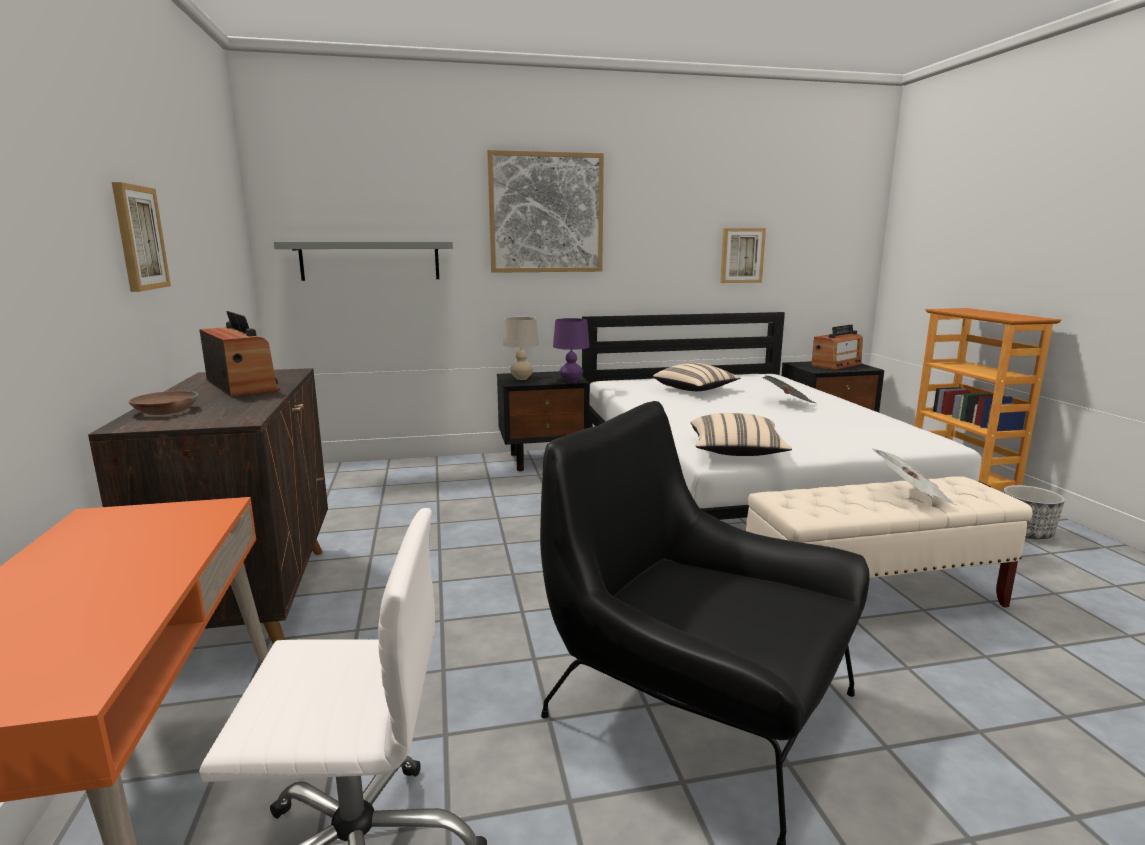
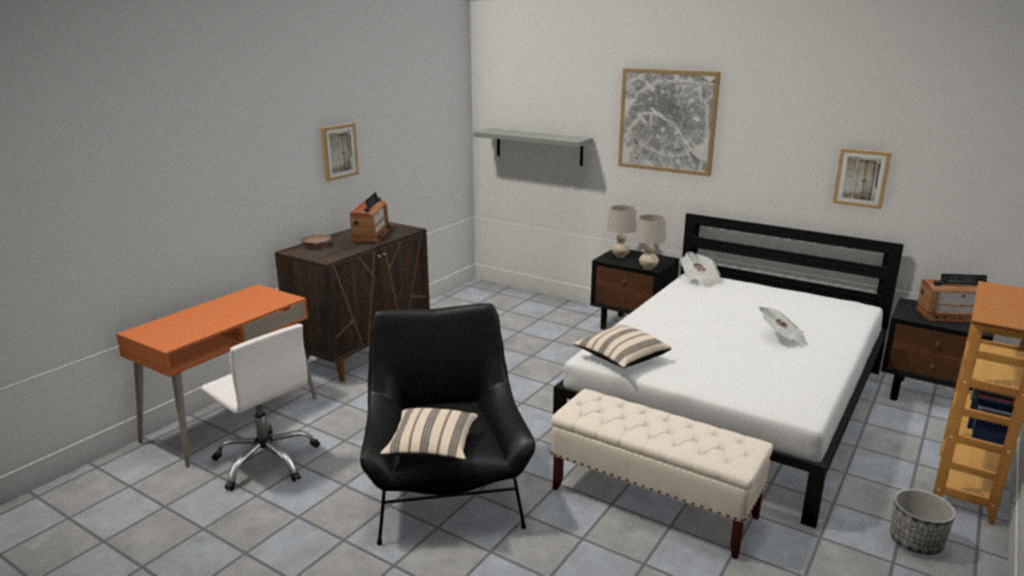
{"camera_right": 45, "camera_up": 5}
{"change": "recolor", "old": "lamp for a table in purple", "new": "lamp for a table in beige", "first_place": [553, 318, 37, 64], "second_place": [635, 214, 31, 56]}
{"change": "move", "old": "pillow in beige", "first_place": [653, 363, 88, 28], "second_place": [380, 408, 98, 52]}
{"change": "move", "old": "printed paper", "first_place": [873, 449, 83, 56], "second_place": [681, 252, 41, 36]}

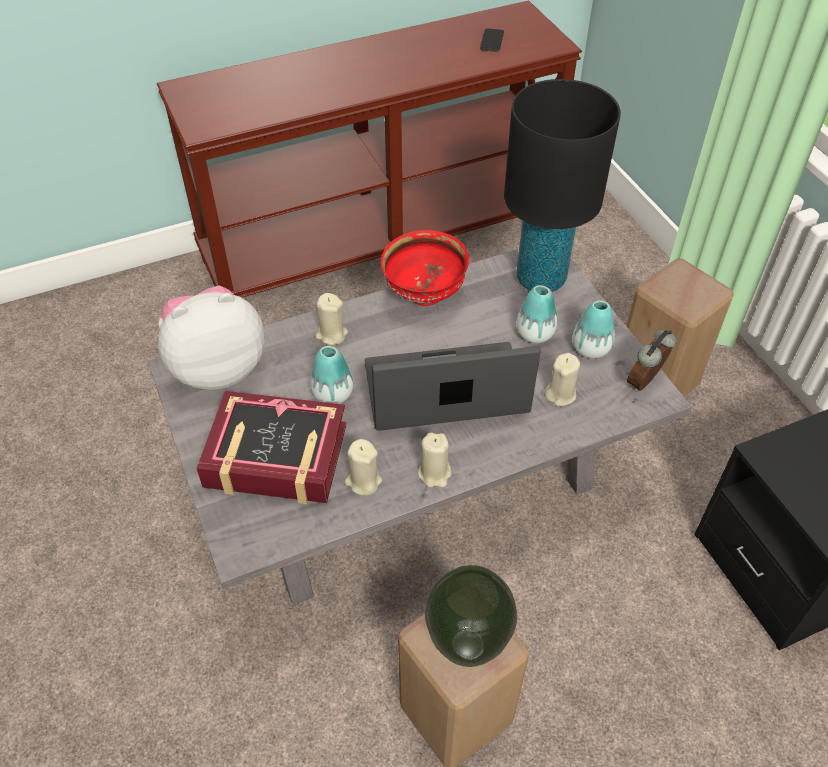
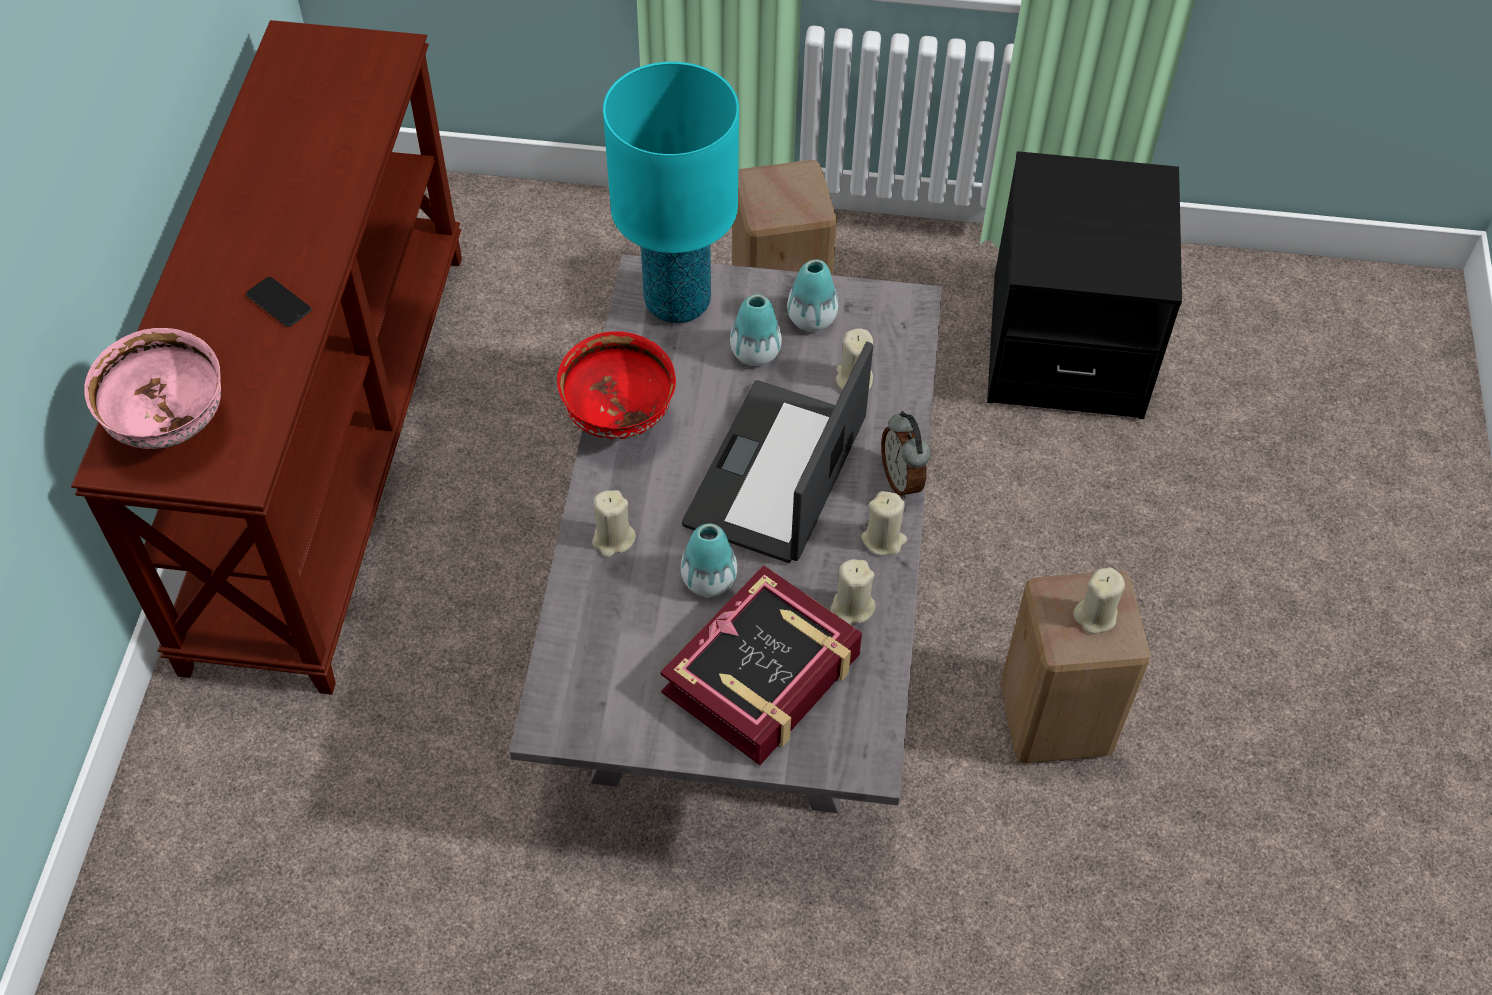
{"camera_right": -60, "camera_up": 5}
{"change": "move", "old": "telephone", "first_place": [480, 28, 24, 24], "second_place": [246, 277, 65, 50]}
{"change": "recolor", "old": "lamp for a table in black-coloured", "new": "lamp for a table in turquoise-coloured", "first_place": [504, 79, 117, 213], "second_place": [603, 62, 136, 261]}
{"change": "delete", "old": "cuddly toy", "first_place": [158, 286, 107, 104]}
{"change": "move", "old": "alarm clock", "first_place": [627, 330, 50, 61], "second_place": [881, 411, 50, 88]}
{"change": "replace", "old": "flower vase", "new": "wax light in beige", "first_place": [425, 565, 92, 102], "second_place": [1073, 567, 52, 66]}
{"change": "insert", "new": "deep dish in pink-coloured", "second_place": [85, 328, 136, 121]}

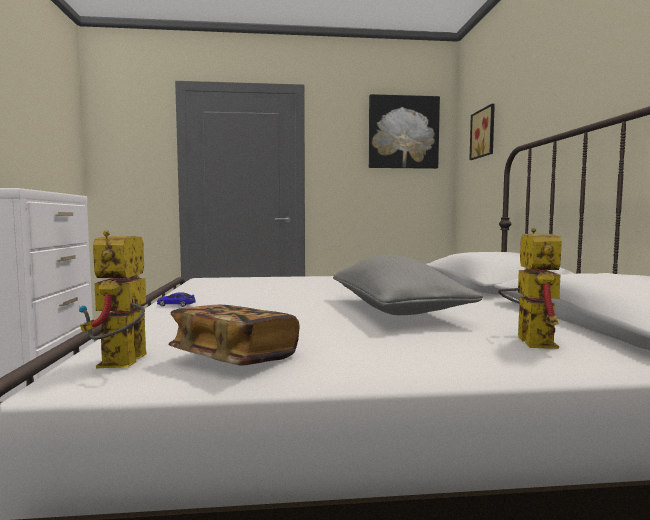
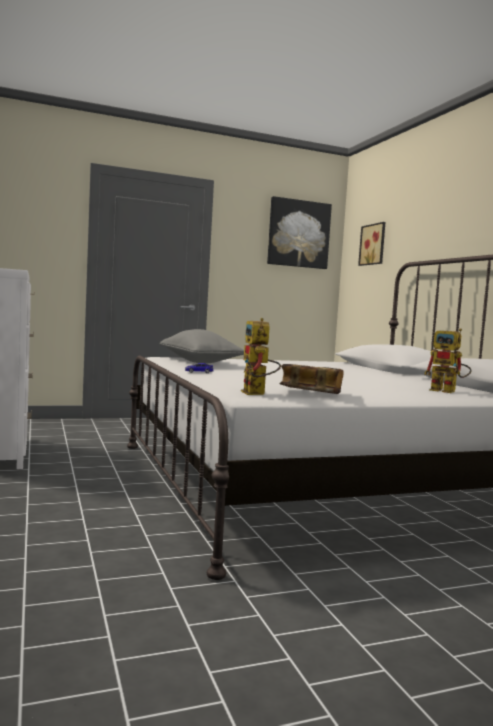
{"camera_right": -15, "camera_up": 0}
{"change": "rotate", "old": "model robot", "first_place": [498, 228, 64, 121], "second_place": [424, 328, 47, 65], "degrees": 135}
{"change": "move", "old": "pillow in greyish", "first_place": [333, 255, 150, 60], "second_place": [159, 329, 85, 35]}

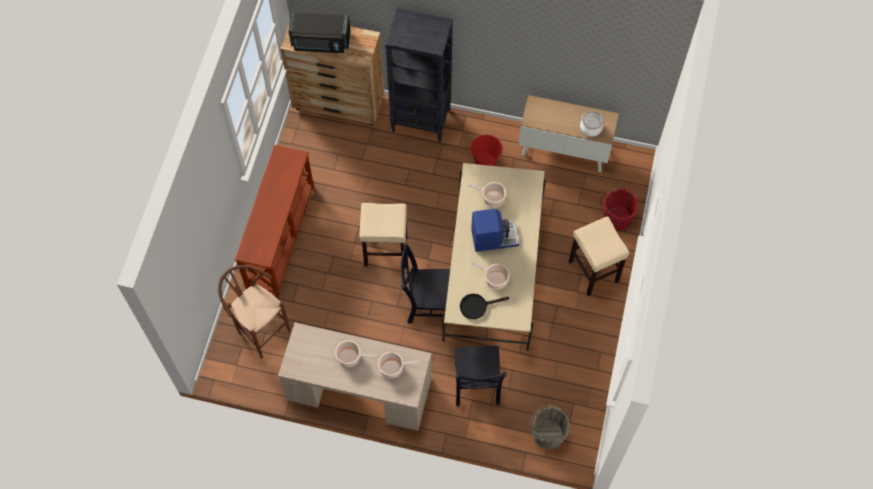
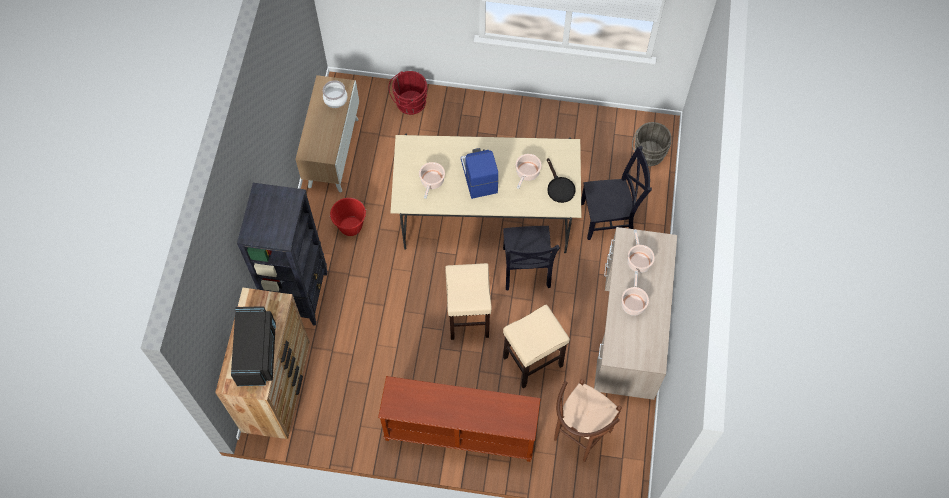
{"camera_right": -95, "camera_up": 0}
{"change": "move", "old": "stool in beige", "first_place": [569, 216, 61, 80], "second_place": [503, 305, 67, 83]}

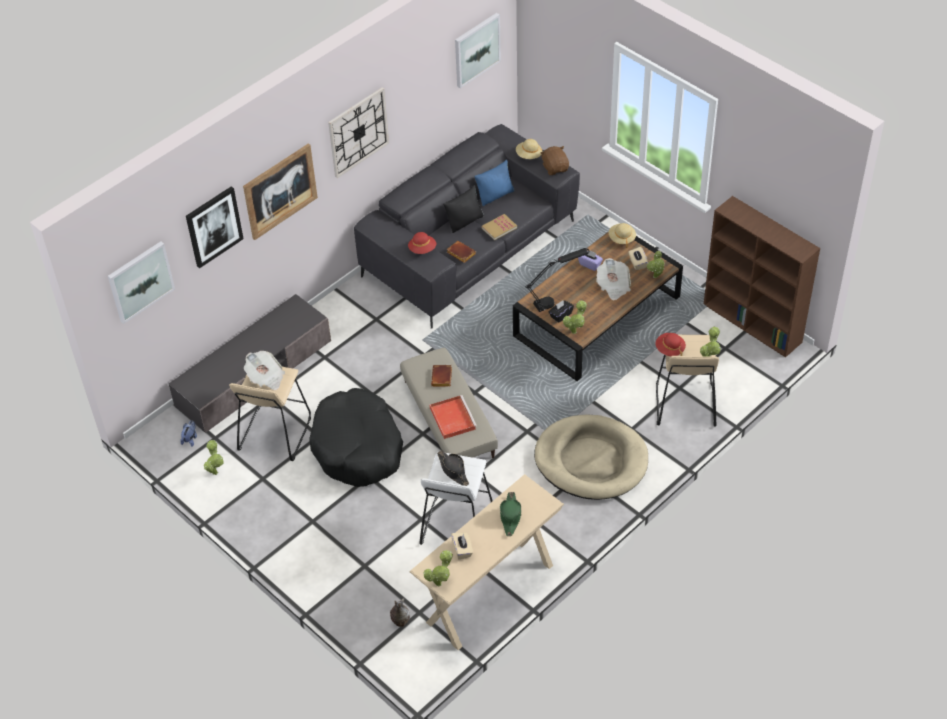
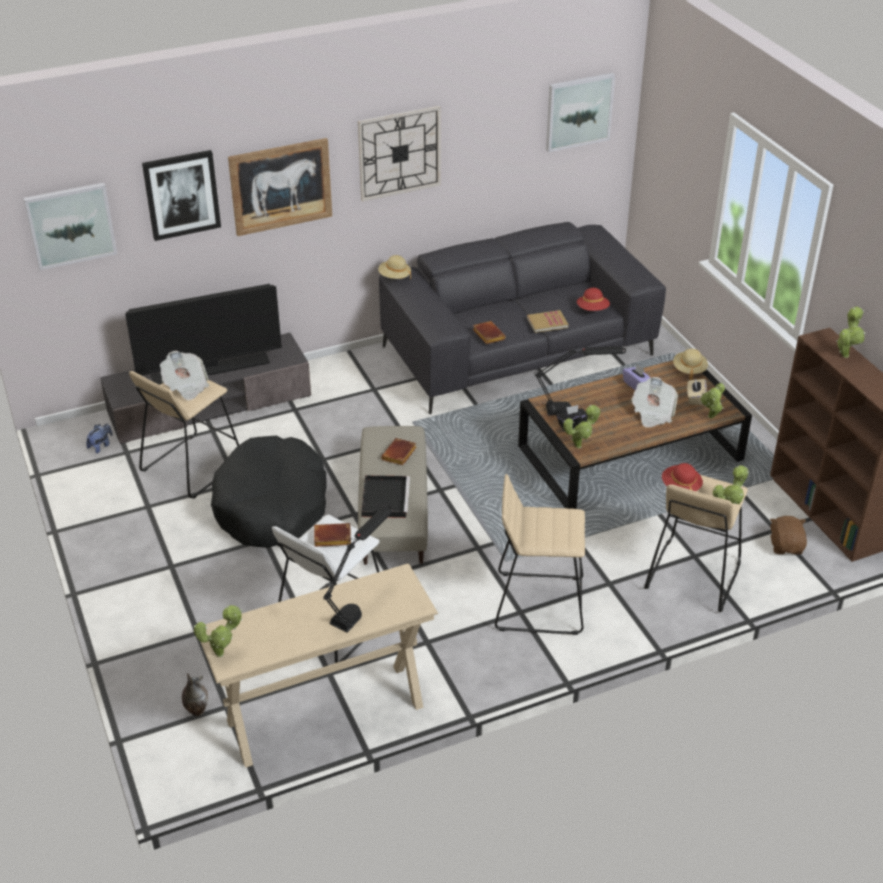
{"camera_right": 20, "camera_up": -10}
{"change": "move", "old": "hat in beige", "first_place": [516, 139, 26, 20], "second_place": [378, 255, 33, 24]}
{"change": "move", "old": "cuddly toy in brownish", "first_place": [541, 146, 28, 29], "second_place": [770, 516, 37, 39]}
{"change": "delete", "old": "pillow in blue-coloured", "first_place": [474, 160, 41, 46]}
{"change": "delete", "old": "pillow in black-coloured", "first_place": [443, 185, 41, 48]}
{"change": "move", "old": "hat in reddish", "first_place": [408, 232, 28, 22], "second_place": [577, 288, 33, 23]}
{"change": "recolor", "old": "serving tray in reddish", "new": "serving tray in black-coloured", "first_place": [430, 395, 47, 44], "second_place": [361, 475, 49, 43]}
{"change": "replace", "old": "dog bed in beige", "new": "stool in beige", "first_place": [534, 414, 114, 86], "second_place": [495, 474, 90, 161]}
{"change": "move", "old": "plant in a pot", "first_place": [204, 440, 20, 35], "second_place": [836, 307, 29, 51]}
{"change": "replace", "old": "hat in black-coloured", "new": "volume in brownish", "first_place": [437, 450, 32, 36], "second_place": [314, 523, 37, 24]}
{"change": "replace", "old": "hat in green", "new": "lamp for a table in black-coloured", "first_place": [500, 492, 22, 44], "second_place": [323, 506, 70, 126]}
{"change": "delete", "old": "box of tissues in beige", "first_place": [451, 532, 22, 28]}
{"change": "insert", "new": "TV set", "second_place": [125, 284, 157, 101]}

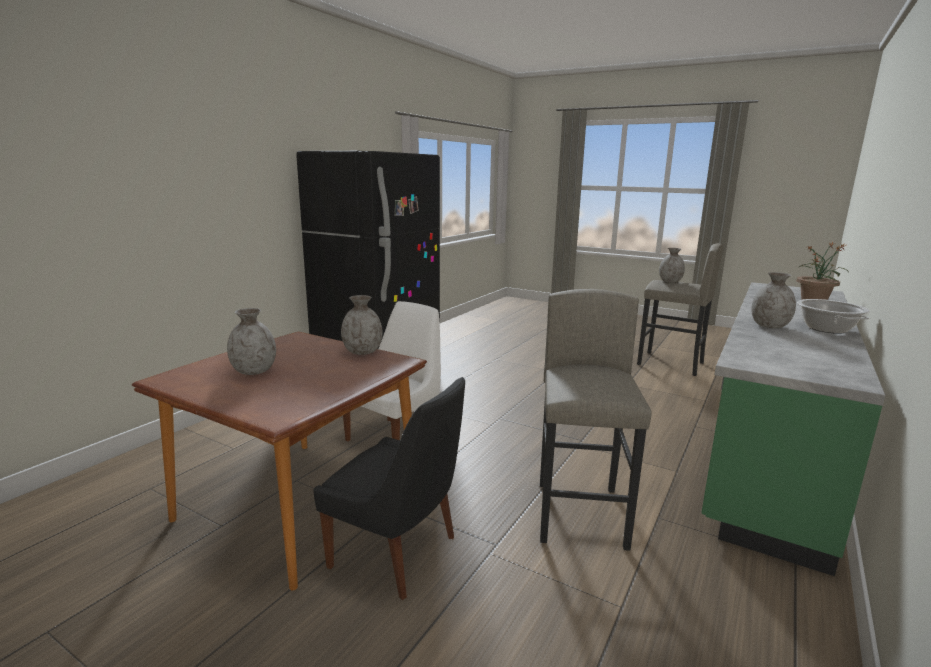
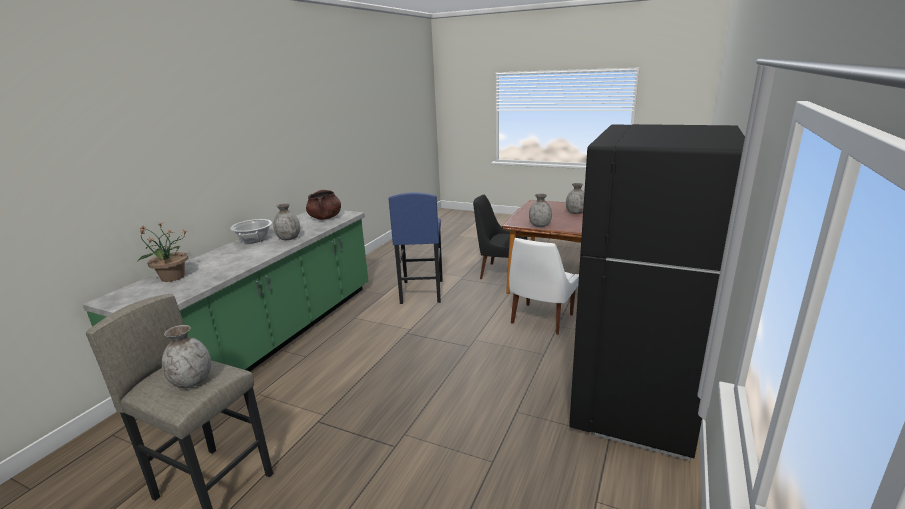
{"camera_right": 175, "camera_up": 5}
{"change": "recolor", "old": "stool in greyish", "new": "stool in blue-coloured", "first_place": [540, 289, 112, 262], "second_place": [388, 192, 55, 112]}
{"change": "insert", "new": "stockpot in brownish", "second_place": [306, 190, 35, 30]}

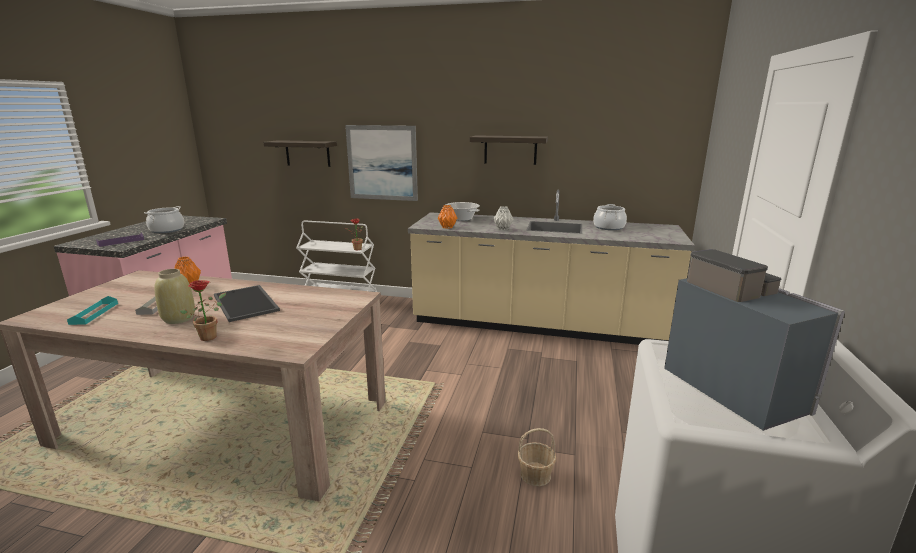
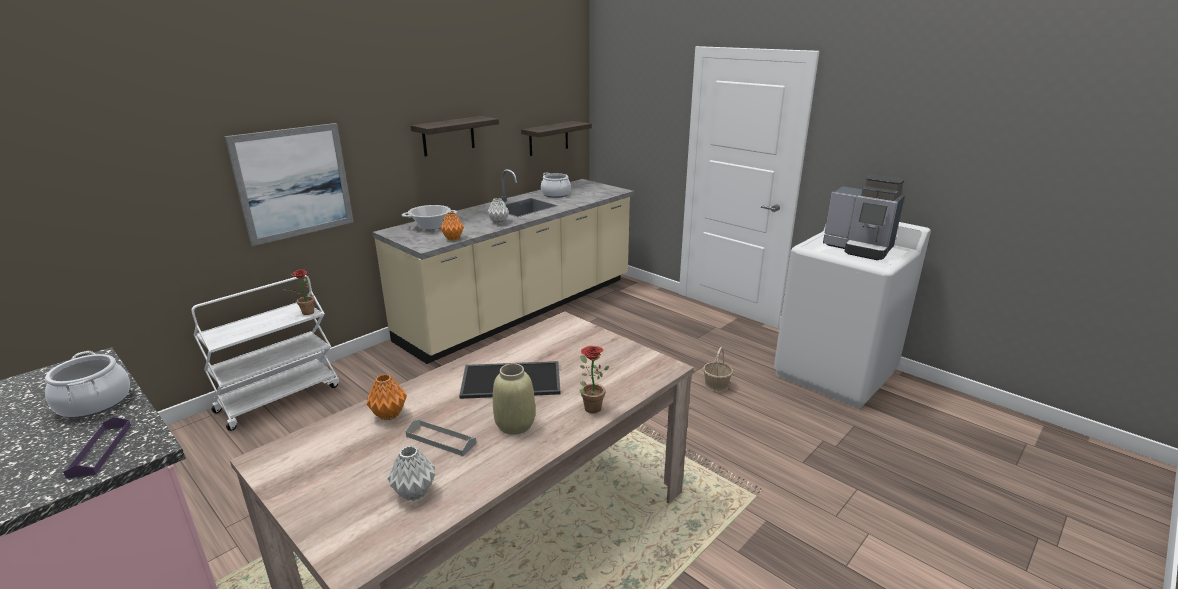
{"camera_right": -60, "camera_up": 5}
{"change": "move", "old": "wall shelf", "first_place": [263, 140, 74, 27], "second_place": [521, 121, 71, 35]}
{"change": "rotate", "old": "coffee maker", "first_place": [664, 249, 181, 182], "second_place": [823, 175, 82, 85], "degrees": -150}
{"change": "replace", "old": "serving tray in turquoise-coloured", "new": "flower vase in greyish", "first_place": [67, 296, 51, 29], "second_place": [388, 446, 47, 55]}

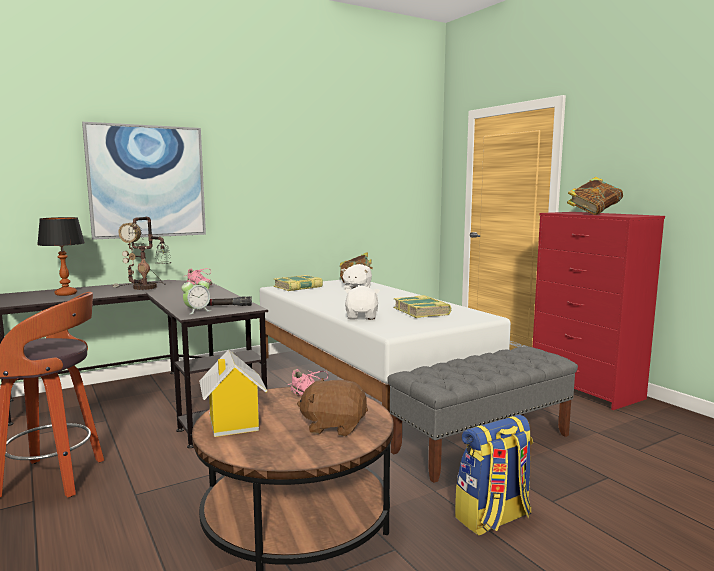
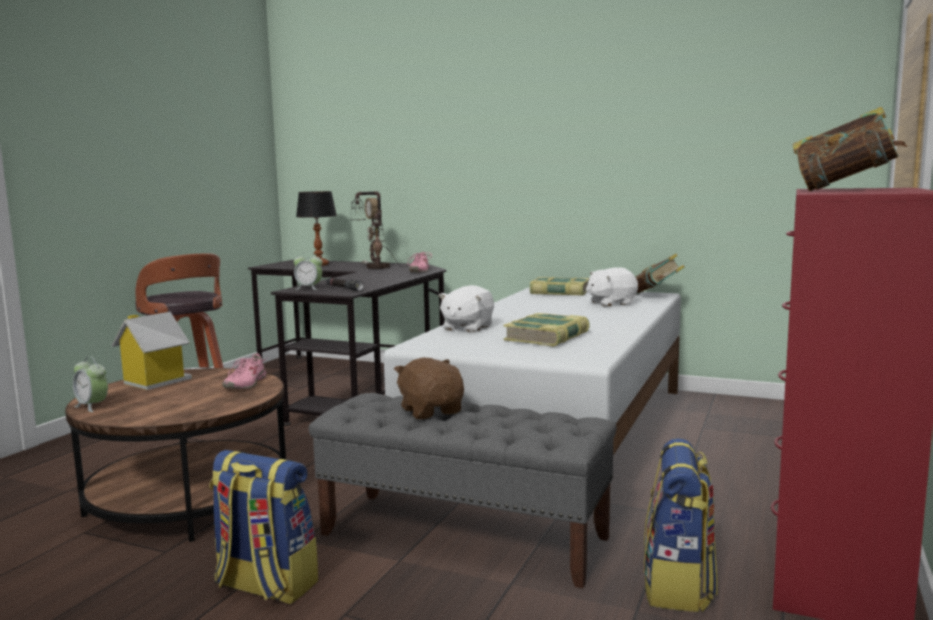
{"camera_right": 55, "camera_up": 0}
{"change": "delete", "old": "wall picture", "first_place": [82, 122, 124, 118]}
{"change": "rotate", "old": "cuddly toy in white", "first_place": [345, 286, 35, 34], "second_place": [438, 285, 56, 48], "degrees": 150}
{"change": "move", "old": "cuddly toy in brownish", "first_place": [297, 378, 71, 58], "second_place": [394, 357, 70, 62]}
{"change": "insert", "new": "alarm clock", "second_place": [73, 356, 35, 56]}
{"change": "insert", "new": "rucksack", "second_place": [644, 439, 74, 173]}

